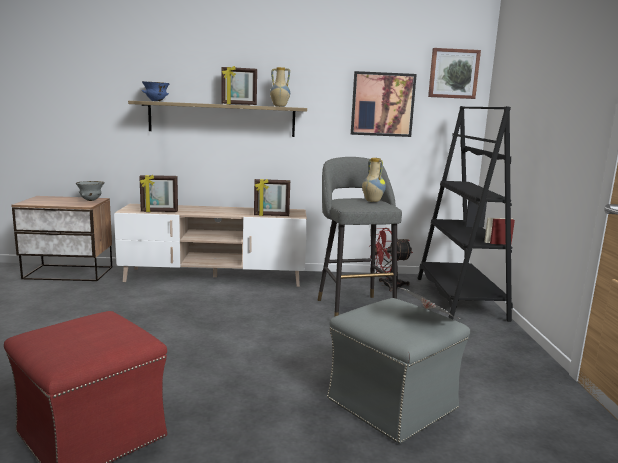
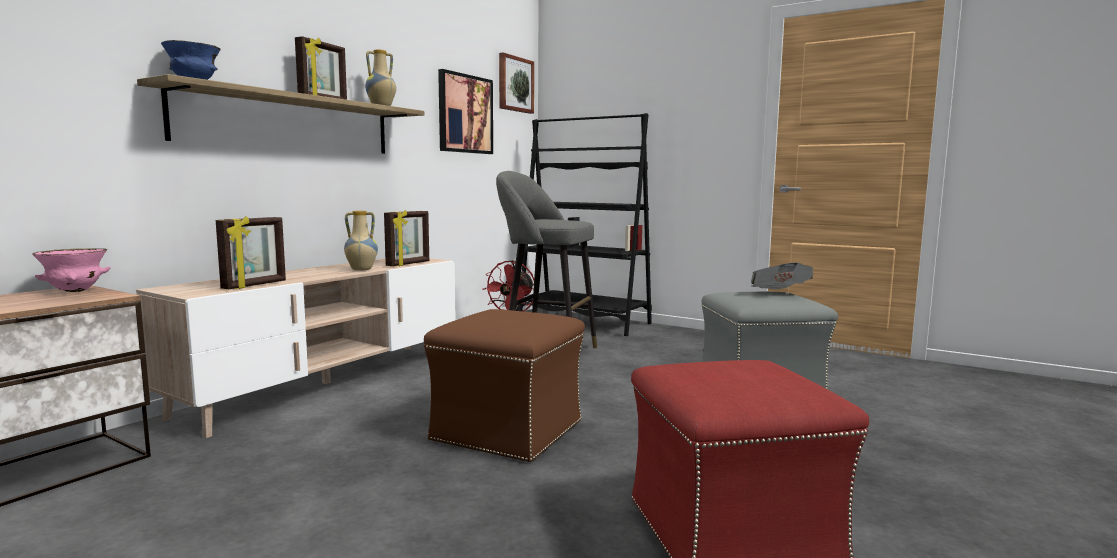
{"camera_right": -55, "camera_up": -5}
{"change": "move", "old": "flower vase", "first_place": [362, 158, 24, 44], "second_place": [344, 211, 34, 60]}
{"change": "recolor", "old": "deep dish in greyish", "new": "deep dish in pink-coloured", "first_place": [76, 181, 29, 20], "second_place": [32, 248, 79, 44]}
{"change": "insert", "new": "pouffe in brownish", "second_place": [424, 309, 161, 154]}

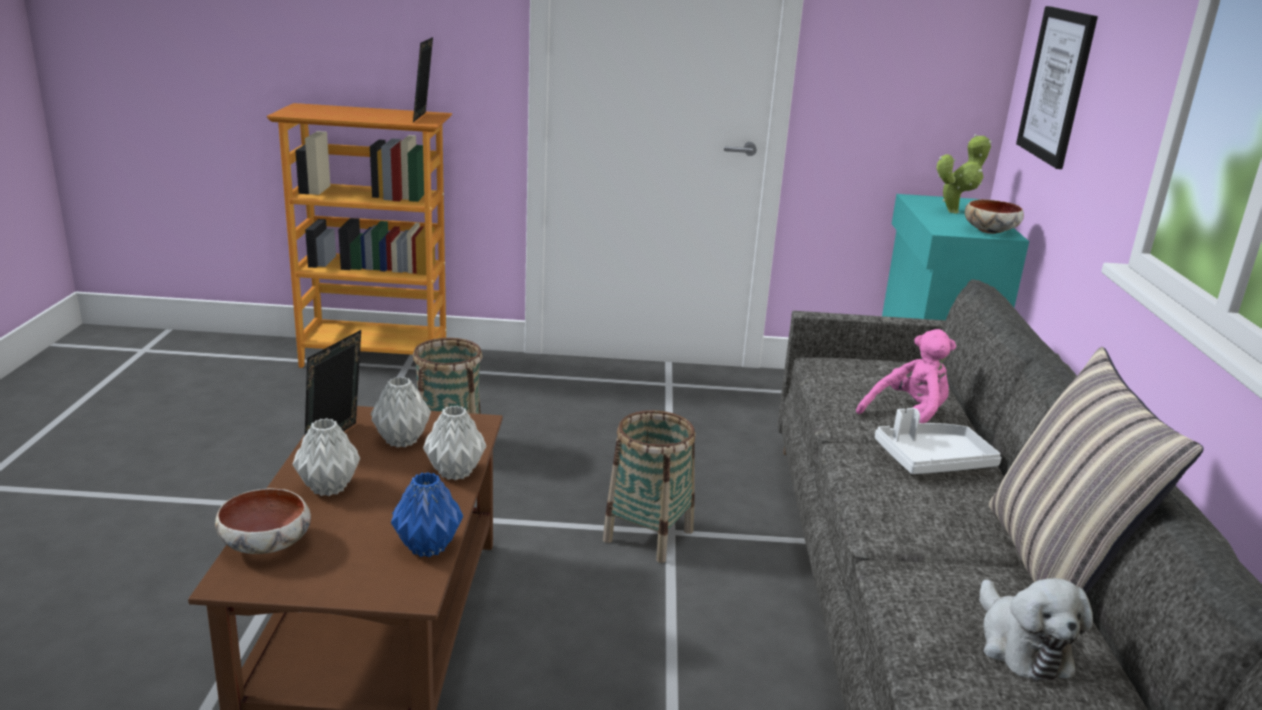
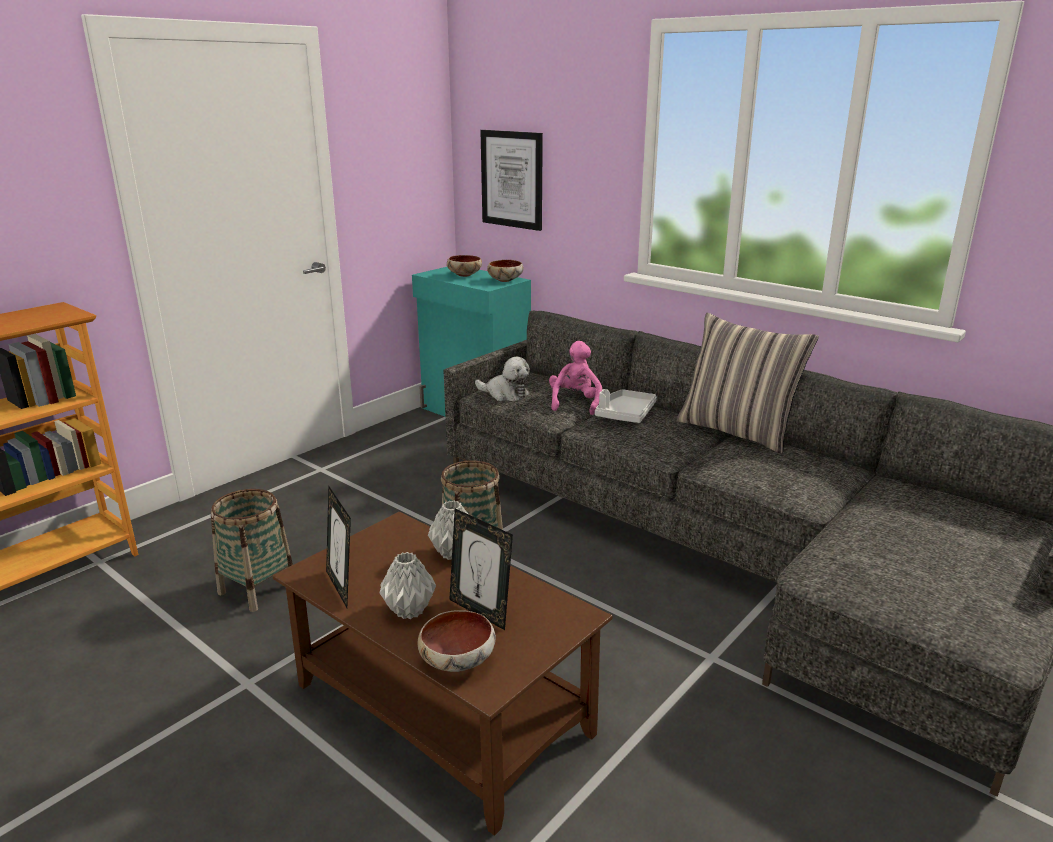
{"camera_right": -50, "camera_up": 0}
{"change": "move", "old": "picture frame", "first_place": [413, 37, 20, 85], "second_place": [449, 509, 64, 121]}
{"change": "replace", "old": "plant in a pot", "new": "deep dish", "first_place": [936, 134, 56, 79], "second_place": [447, 255, 35, 22]}
{"change": "delete", "old": "flower vase in greyish", "first_place": [371, 377, 60, 71]}
{"change": "delete", "old": "flower vase in blue-coloured", "first_place": [391, 472, 72, 85]}
{"change": "move", "old": "cuddly toy", "first_place": [979, 578, 114, 104], "second_place": [475, 357, 55, 44]}

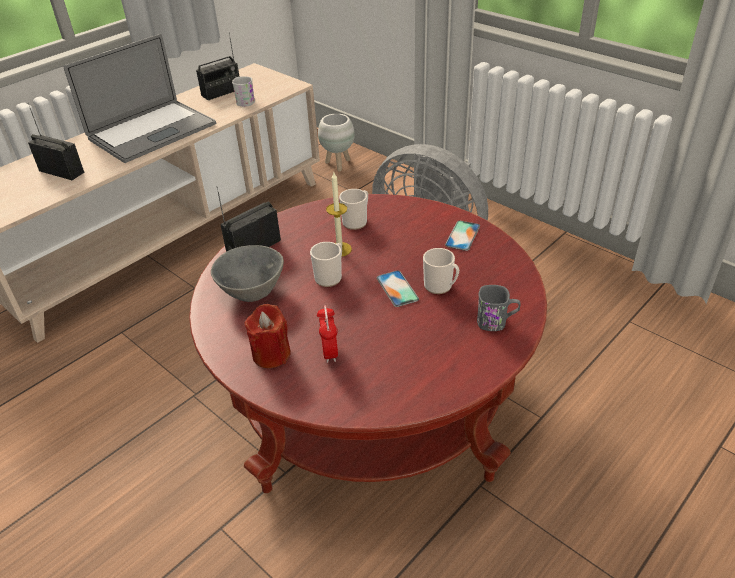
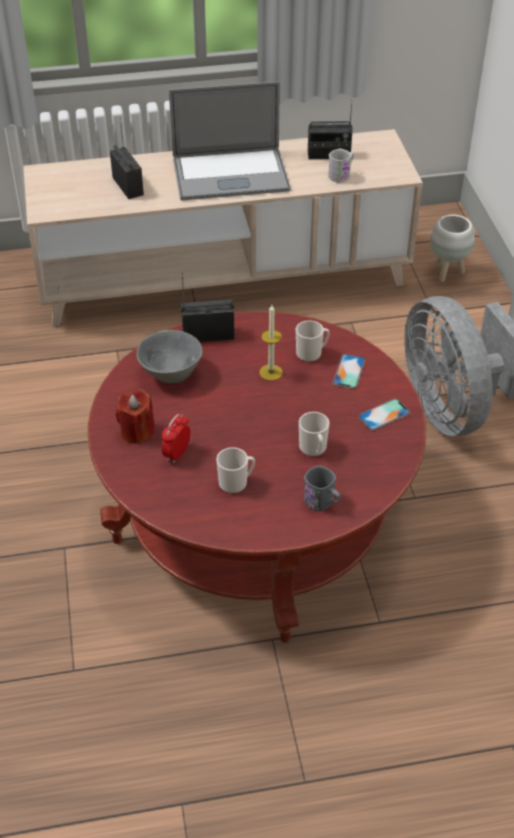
{"camera_right": 35, "camera_up": 5}
{"change": "move", "old": "coffee mug", "first_place": [310, 242, 32, 45], "second_place": [216, 447, 39, 47]}
{"change": "move", "old": "telephone", "first_place": [376, 271, 43, 36], "second_place": [333, 354, 32, 35]}

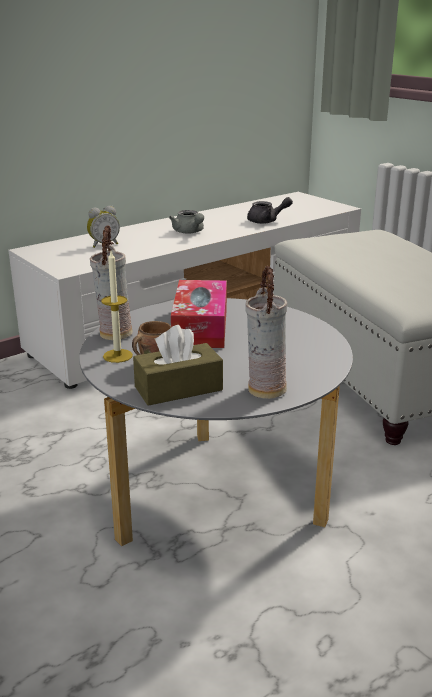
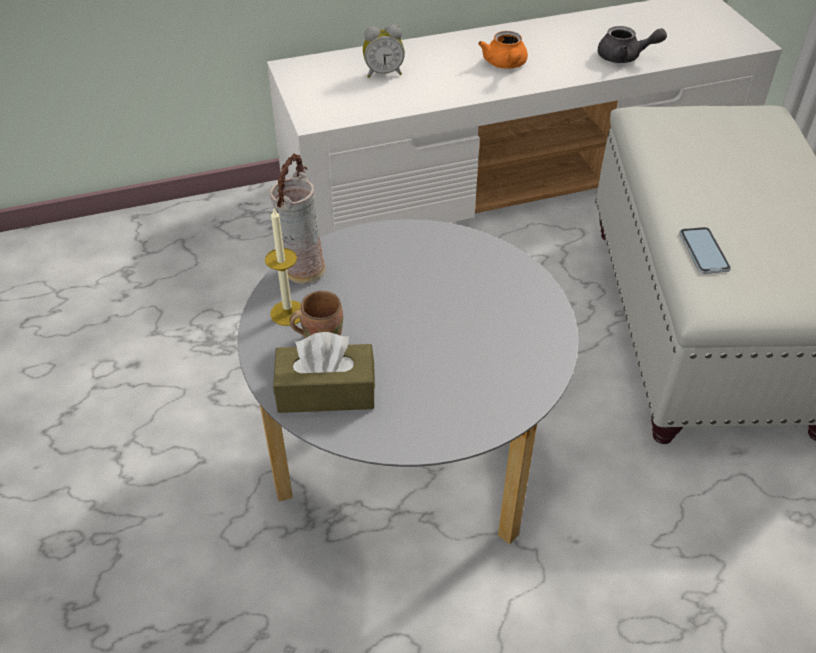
{"camera_right": 20, "camera_up": 20}
{"change": "recolor", "old": "tea pot in greyish", "new": "tea pot in orangey", "first_place": [169, 210, 35, 24], "second_place": [478, 31, 50, 38]}
{"change": "delete", "old": "flower vase", "first_place": [245, 266, 42, 133]}
{"change": "delete", "old": "box of tissues", "first_place": [171, 280, 56, 68]}
{"change": "insert", "new": "telephone", "second_place": [679, 227, 52, 47]}

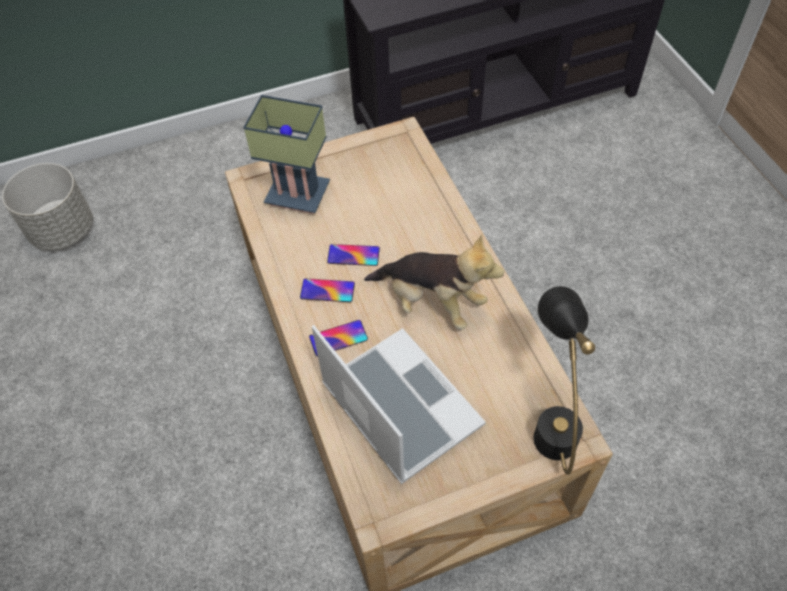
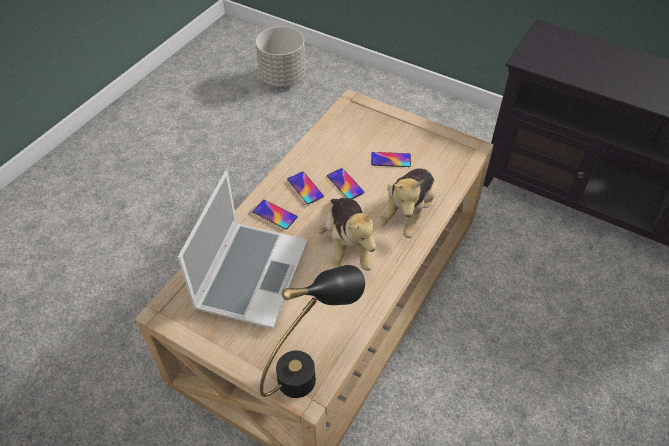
{"camera_right": 50, "camera_up": -5}
{"change": "delete", "old": "lamp for a table", "first_place": [243, 95, 87, 119]}
{"change": "insert", "new": "telephone", "second_place": [371, 152, 40, 15]}
{"change": "insert", "new": "cuddly toy", "second_place": [378, 168, 60, 70]}

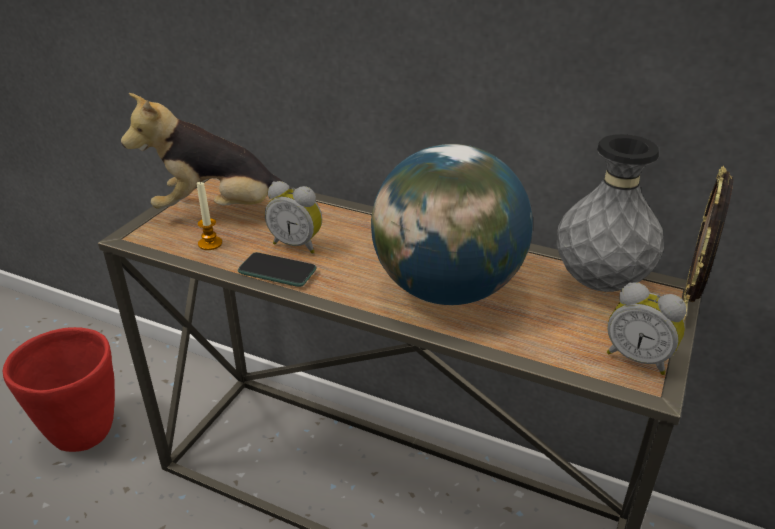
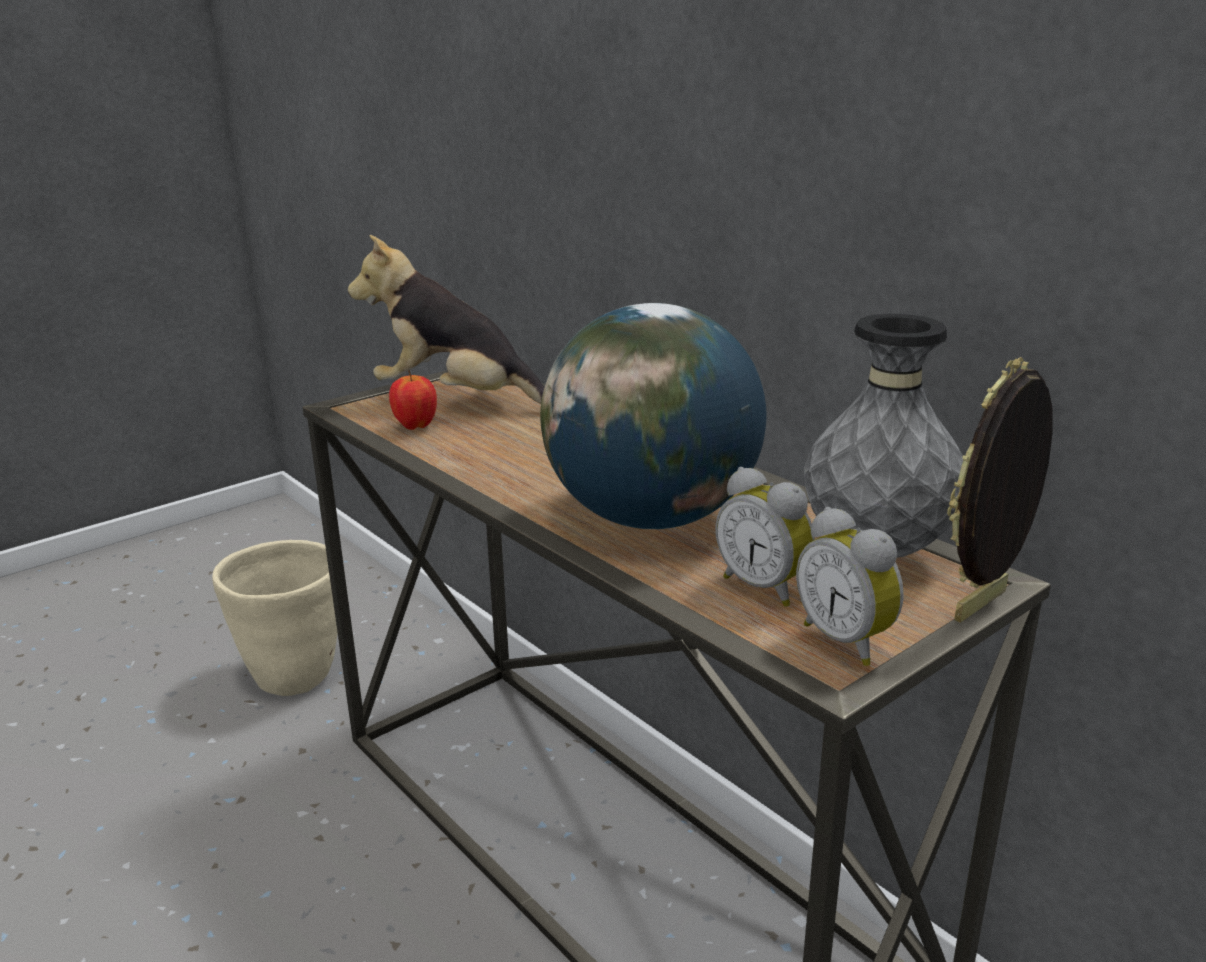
{"camera_right": 25, "camera_up": -10}
{"change": "move", "old": "alarm clock", "first_place": [265, 181, 57, 73], "second_place": [715, 467, 100, 140]}
{"change": "replace", "old": "wax light", "new": "apple fruit", "first_place": [197, 182, 25, 68], "second_place": [389, 370, 48, 60]}
{"change": "delete", "old": "telephone", "first_place": [238, 252, 79, 35]}
{"change": "recolor", "old": "plant pot in reddish", "new": "plant pot in beige", "first_place": [3, 327, 112, 125], "second_place": [212, 540, 126, 156]}

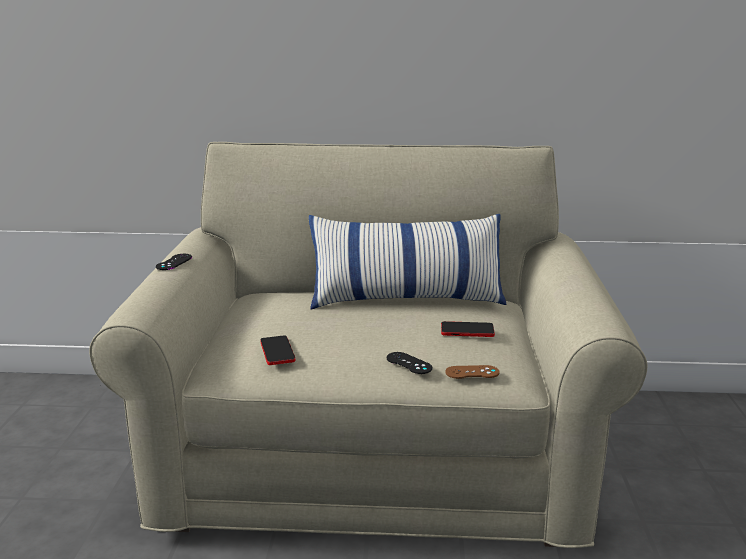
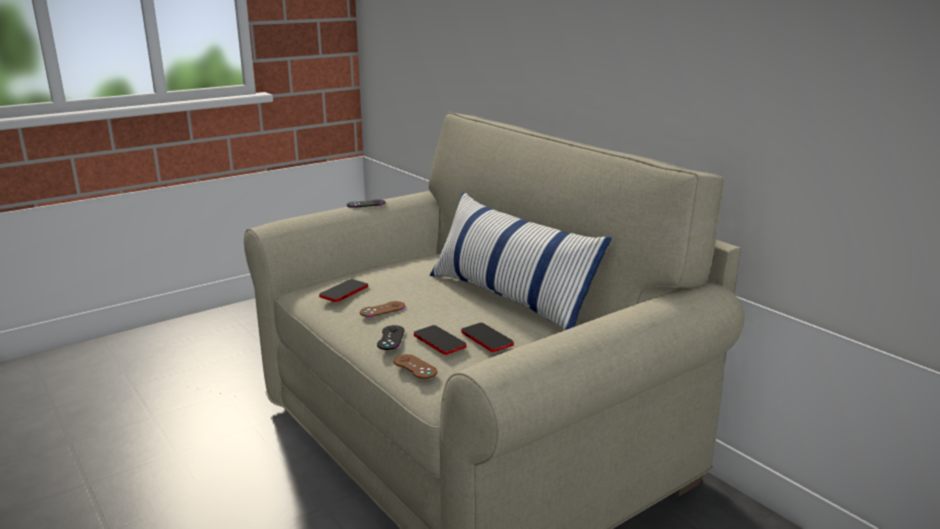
{"camera_right": 50, "camera_up": 0}
{"change": "insert", "new": "game controller in brownish", "second_place": [360, 301, 45, 16]}
{"change": "insert", "new": "telephone", "second_place": [414, 325, 53, 30]}

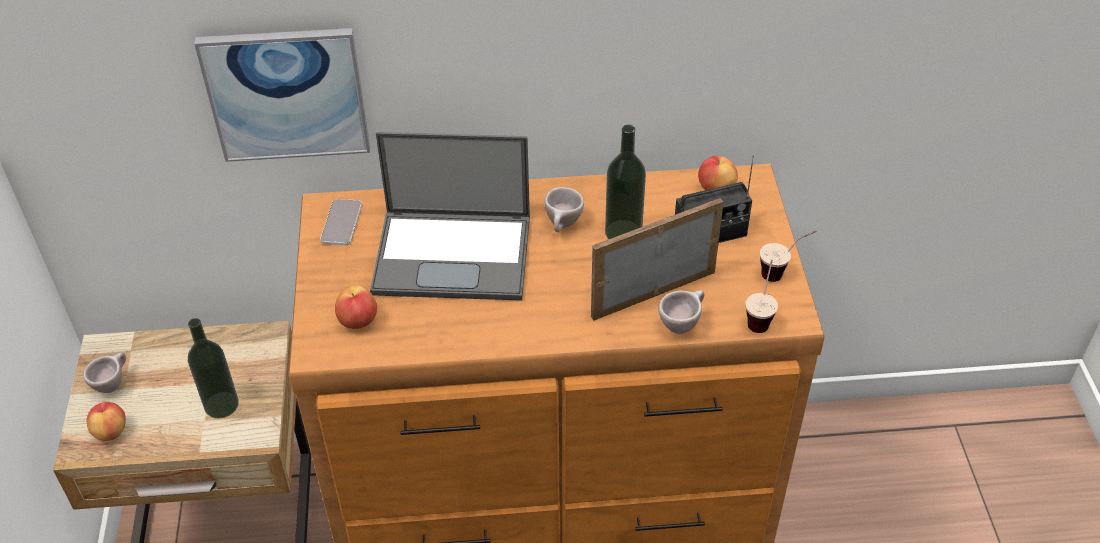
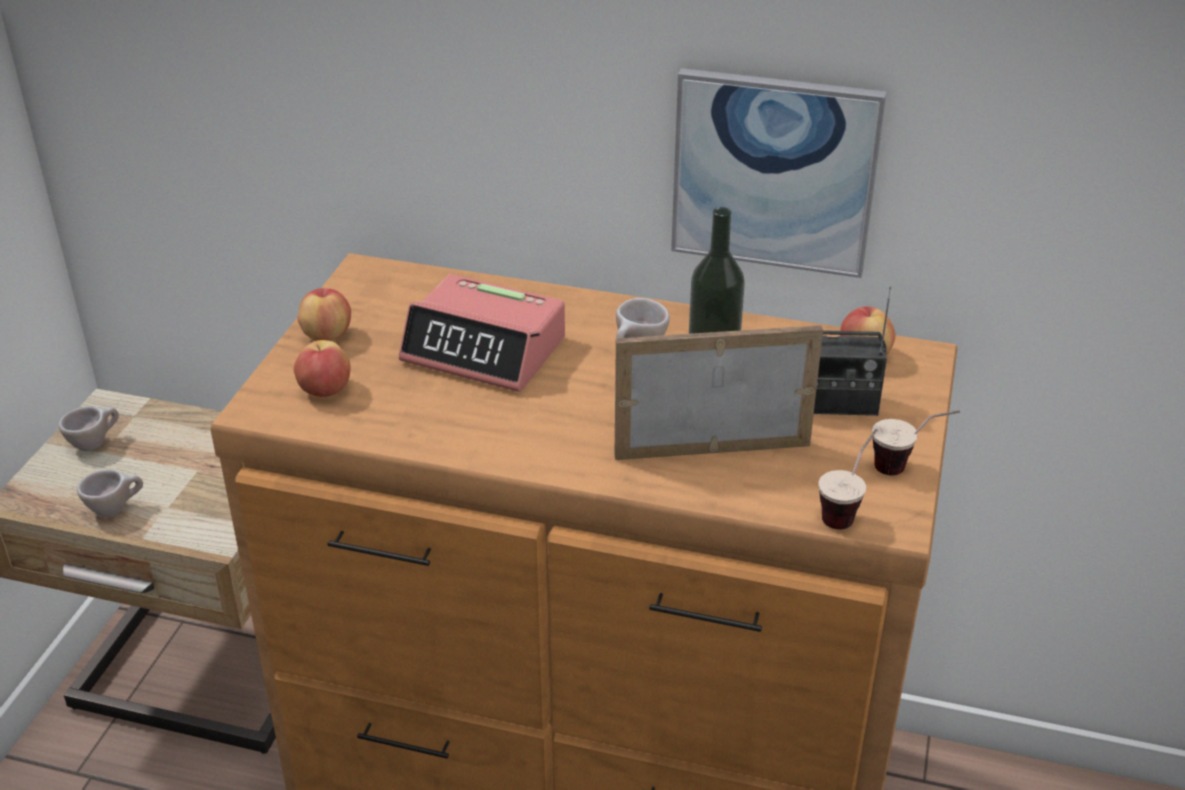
{"camera_right": 20, "camera_up": -10}
{"change": "move", "old": "wall picture", "first_place": [194, 28, 176, 134], "second_place": [671, 68, 216, 210]}
{"change": "replace", "old": "portable computer", "new": "alarm clock", "first_place": [370, 132, 160, 169], "second_place": [399, 274, 166, 118]}
{"change": "delete", "old": "telephone", "first_place": [320, 199, 42, 46]}
{"change": "move", "old": "small cup in beige", "first_place": [658, 290, 47, 44], "second_place": [77, 469, 66, 48]}
{"change": "delete", "old": "beverage bottle", "first_place": [188, 318, 51, 100]}
{"change": "move", "old": "apple fruit", "first_place": [87, 402, 39, 39], "second_place": [298, 288, 53, 53]}

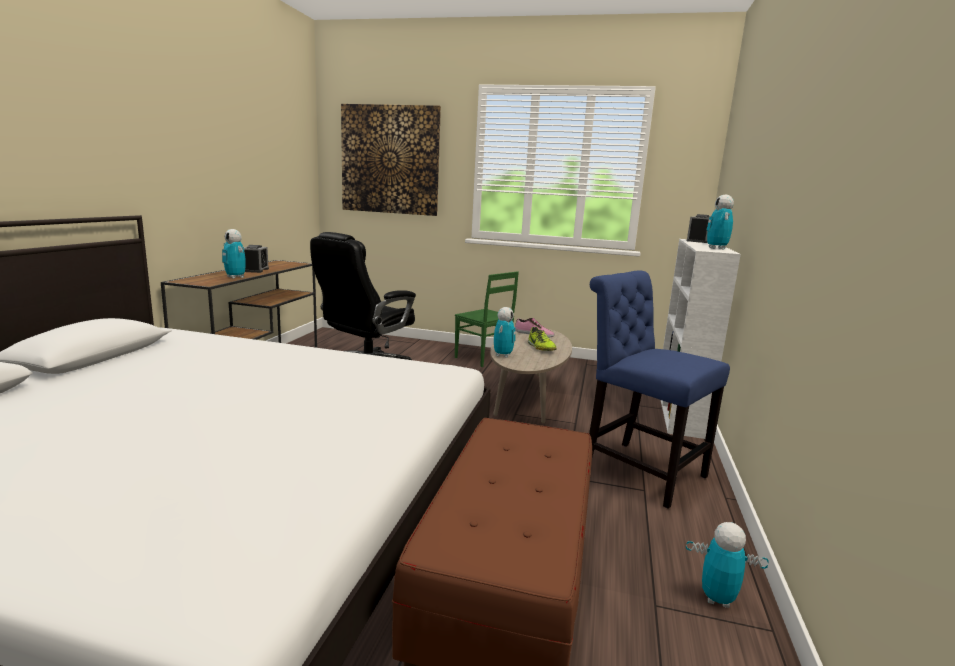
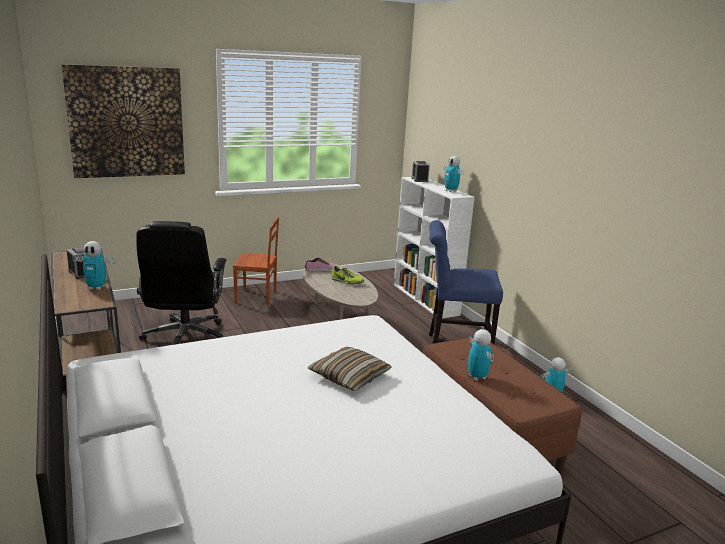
{"camera_right": -40, "camera_up": 5}
{"change": "recolor", "old": "plain chair in green", "new": "plain chair in brownish", "first_place": [455, 271, 64, 96], "second_place": [233, 217, 46, 89]}
{"change": "move", "old": "model robot", "first_place": [494, 307, 22, 51], "second_place": [468, 329, 26, 52]}
{"change": "insert", "new": "pillow", "second_place": [308, 347, 84, 44]}

